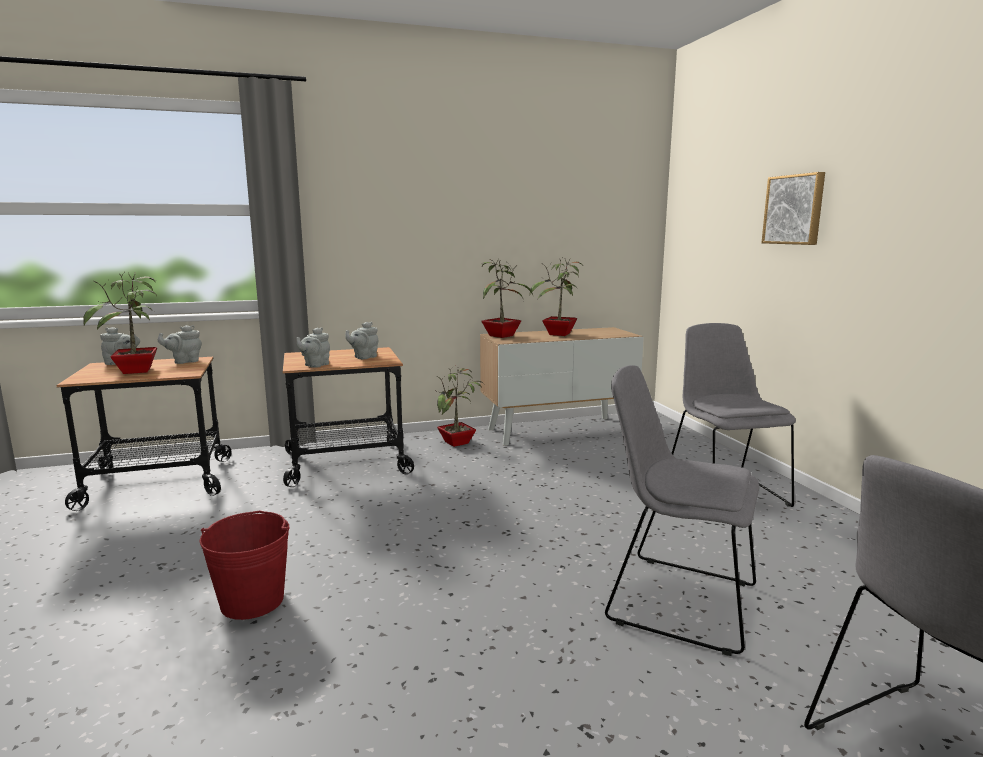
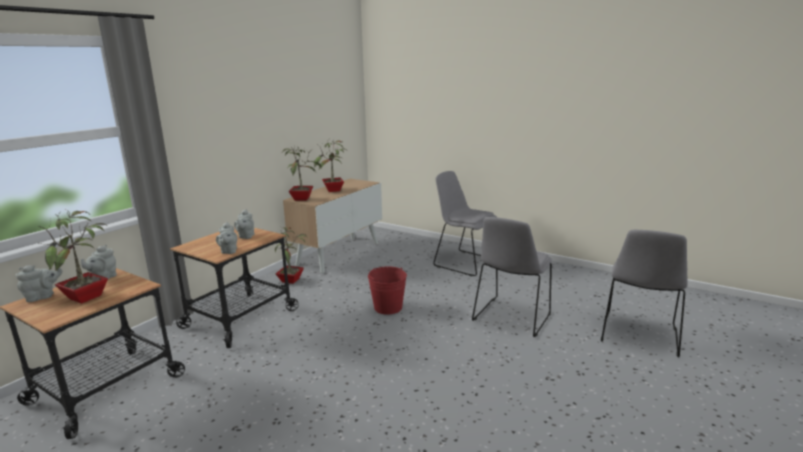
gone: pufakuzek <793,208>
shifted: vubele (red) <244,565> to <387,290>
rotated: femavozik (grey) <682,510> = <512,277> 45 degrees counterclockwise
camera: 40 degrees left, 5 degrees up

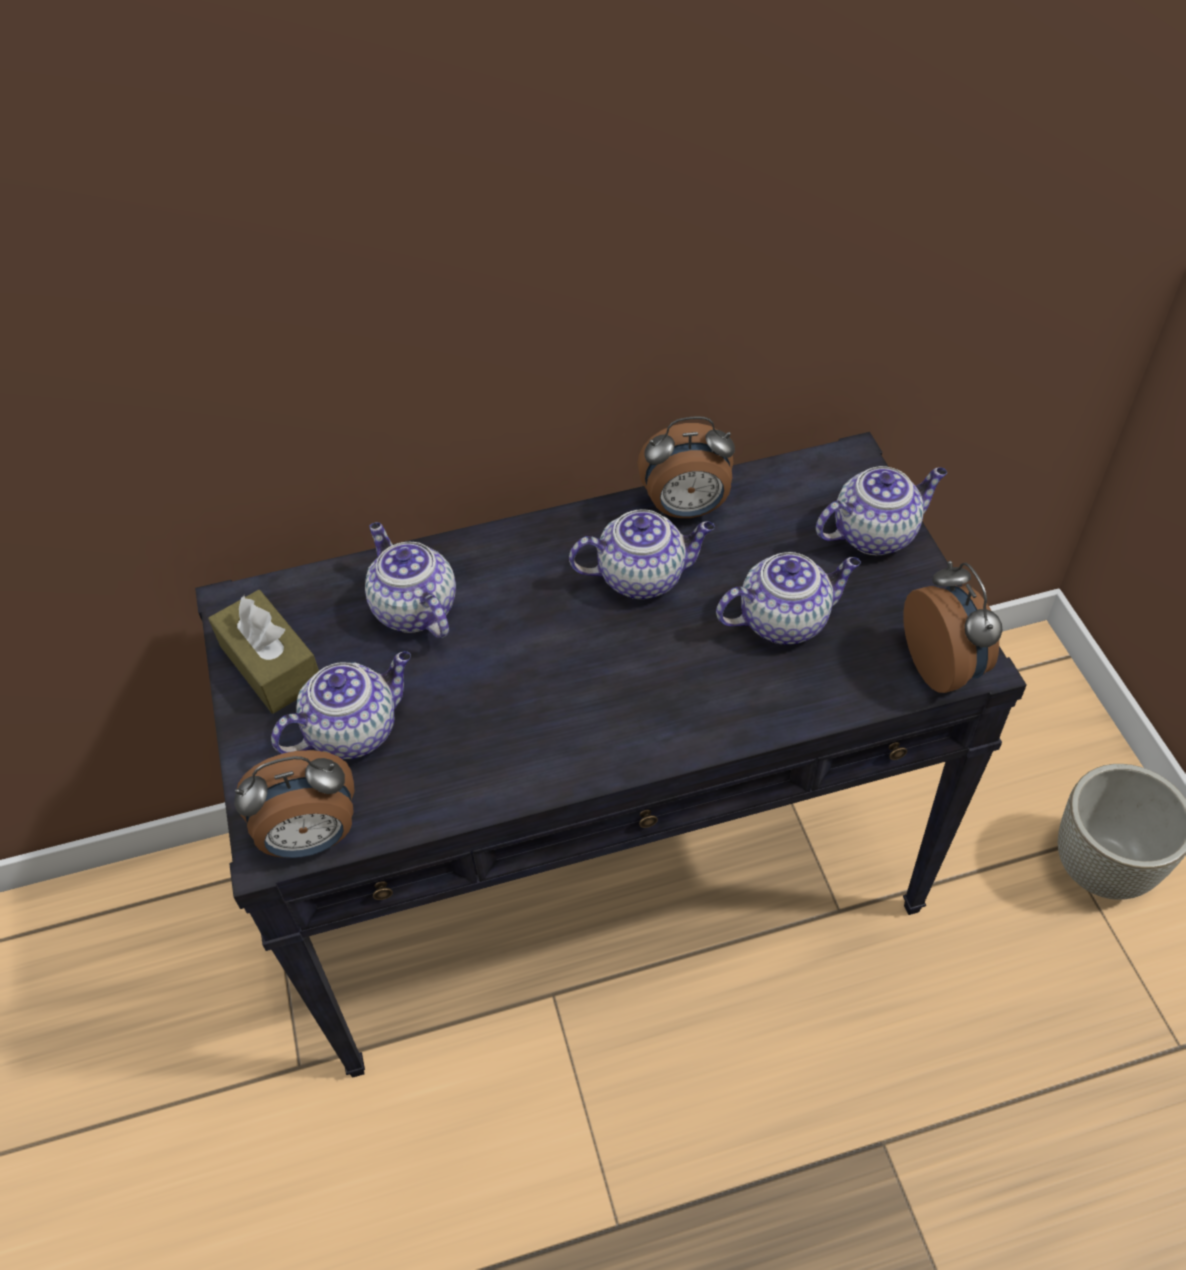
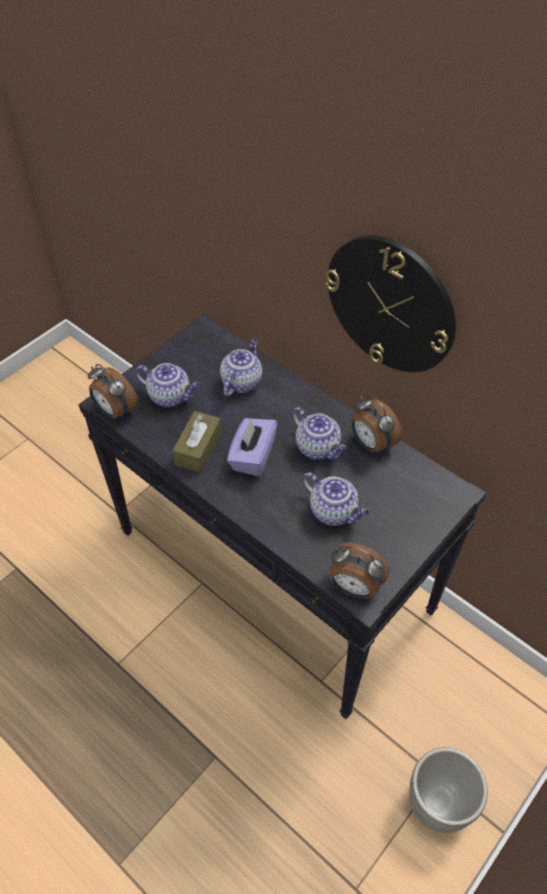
gone: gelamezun <881,510>
new: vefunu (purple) <252,447>; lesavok <390,303>
shifted: vefunu (brown) <263,652> to <197,442>
rotated: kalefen <952,627> = <359,571> 75 degrees clockwise
camera: 55 degrees right, 0 degrees up

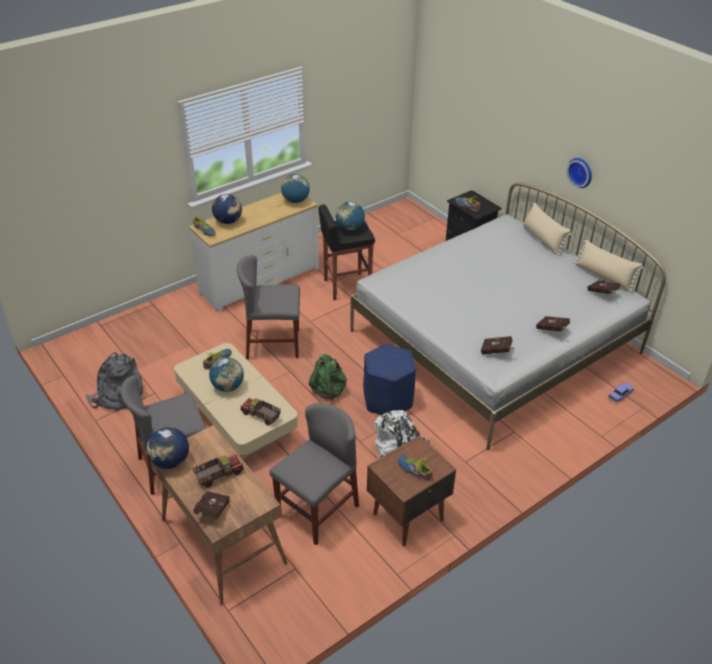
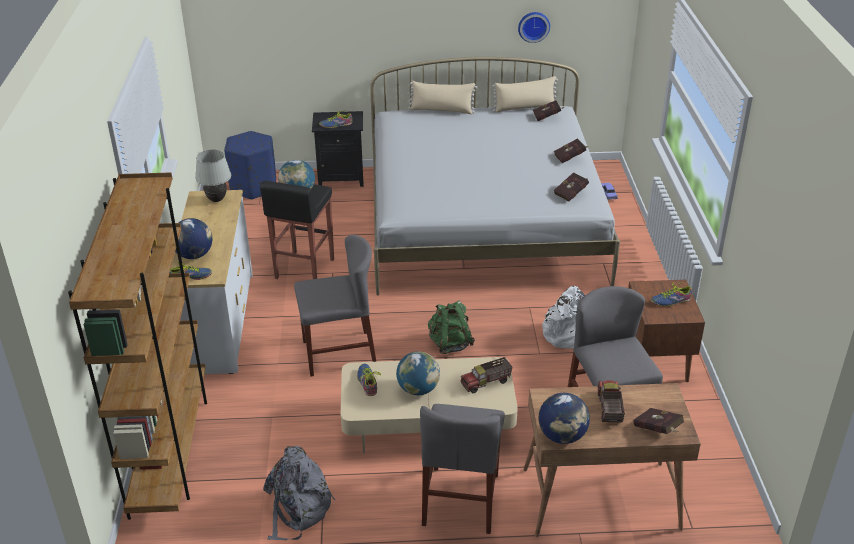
new: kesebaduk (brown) <137,346>
shifted: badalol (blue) <389,379> to <250,165>; lesavok <579,173> to <534,27>
swapped: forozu <295,188> to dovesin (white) <213,175>
rotated: femavozik (grey) <268,307> = <335,306> 135 degrees counterclockwise
camera: 55 degrees left, 5 degrees down

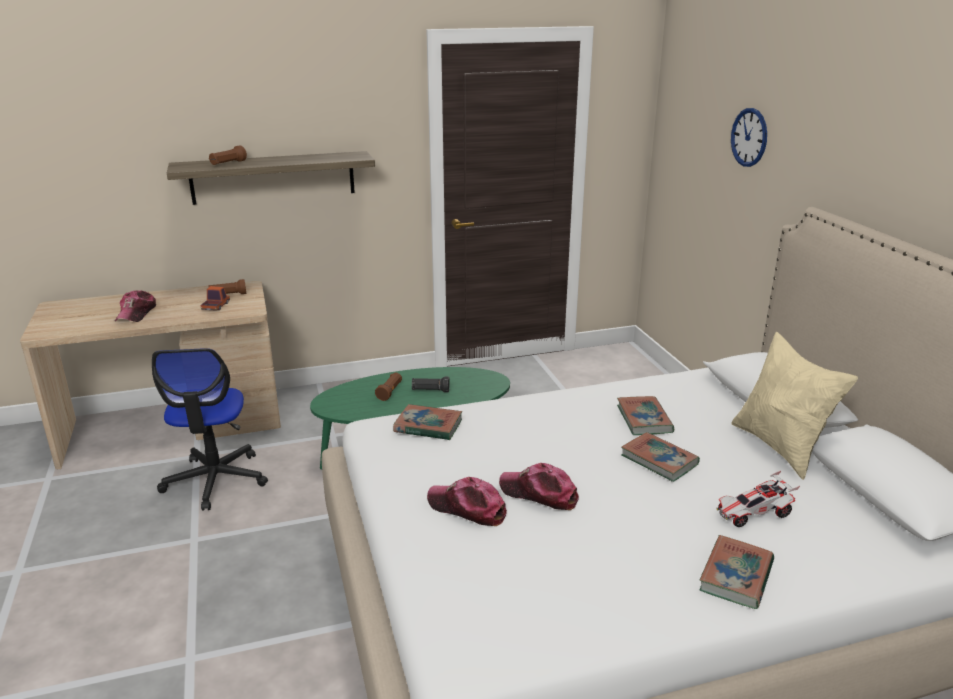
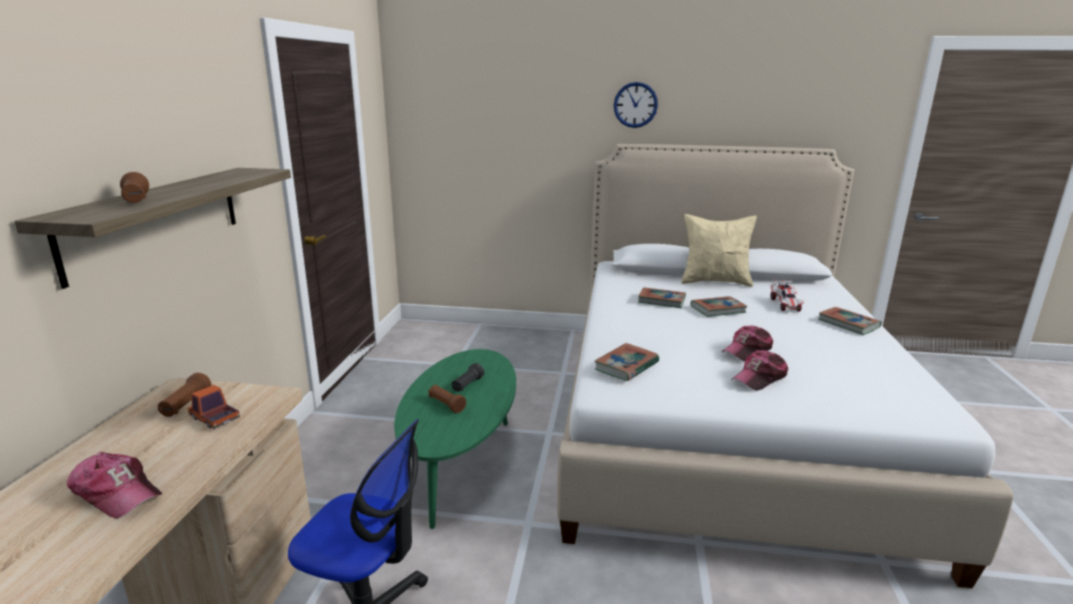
shifted: lesavok <749,137> to <636,105>
camera: 65 degrees left, 5 degrees down

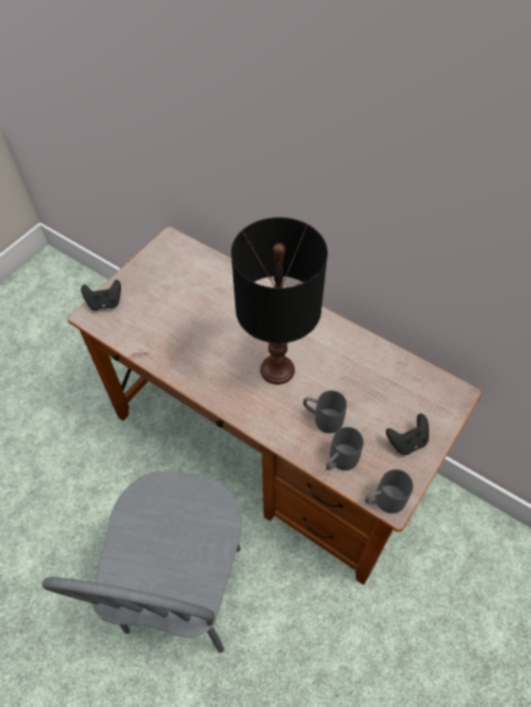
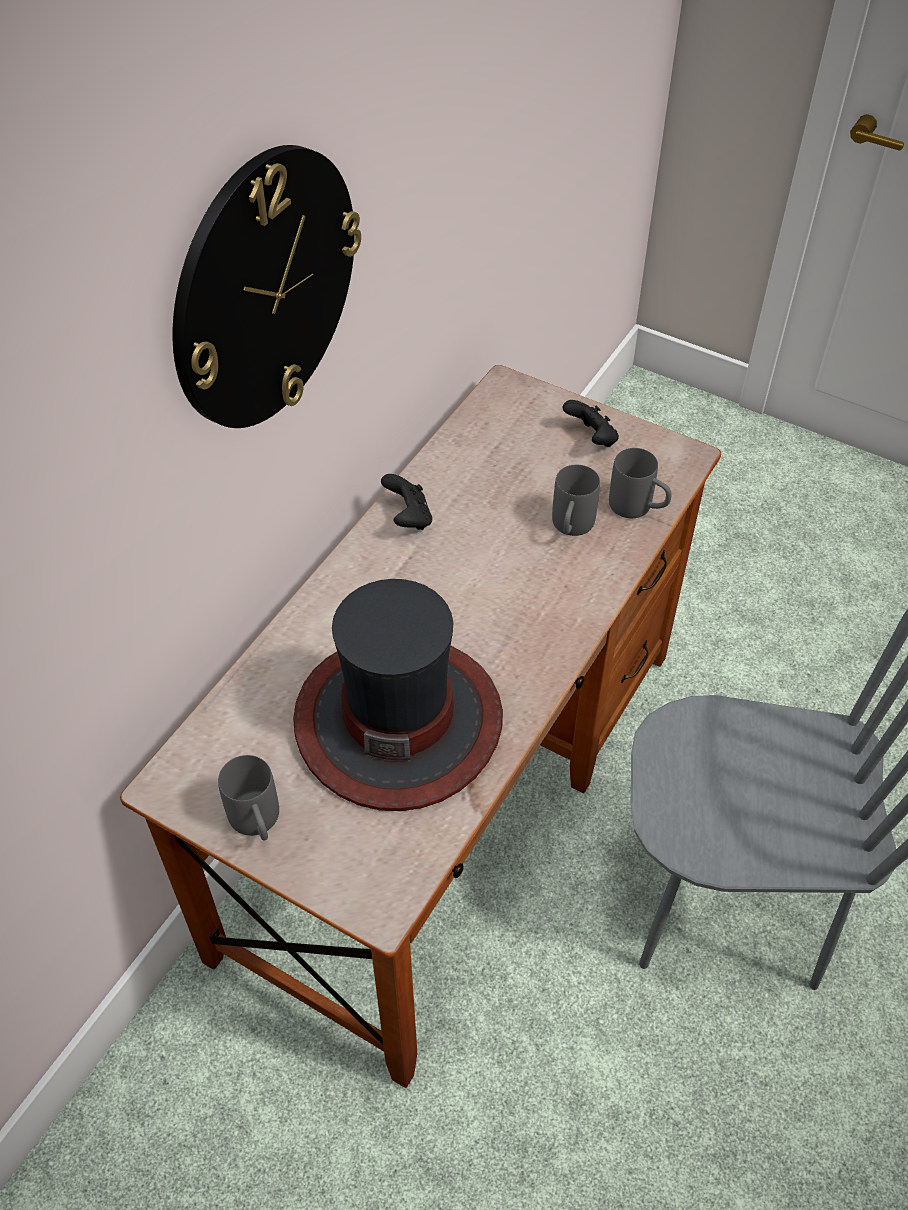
gone: dovesin (black) <279,301>
new: lesavok <267,286>; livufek <398,695>
shifted: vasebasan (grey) <389,491> to <248,798>; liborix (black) <101,295> to <406,502>
camera: 95 degrees left, 5 degrees down

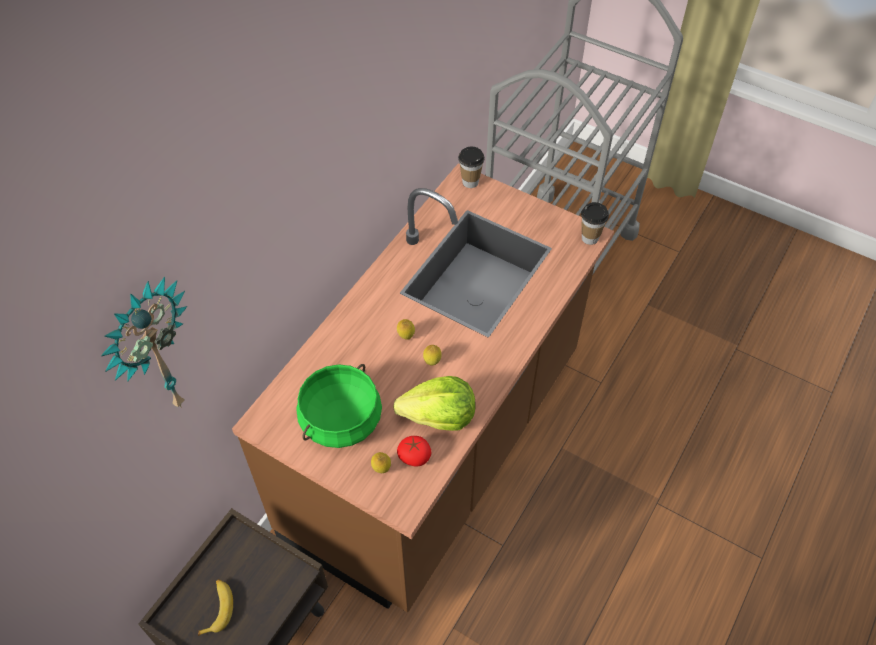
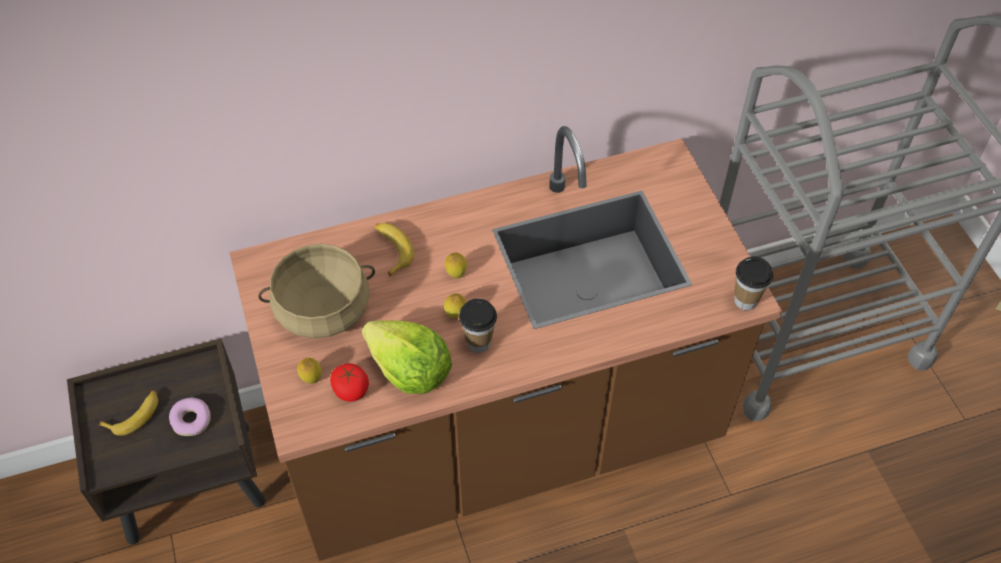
gone: lesavok <144,342>
new: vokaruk <190,417>; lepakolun <394,250>
shifted: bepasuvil <471,167> to <478,326>
repainted: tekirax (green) <339,406> to tekirax (beige) <316,291>
camera: 40 degrees right, 0 degrees up

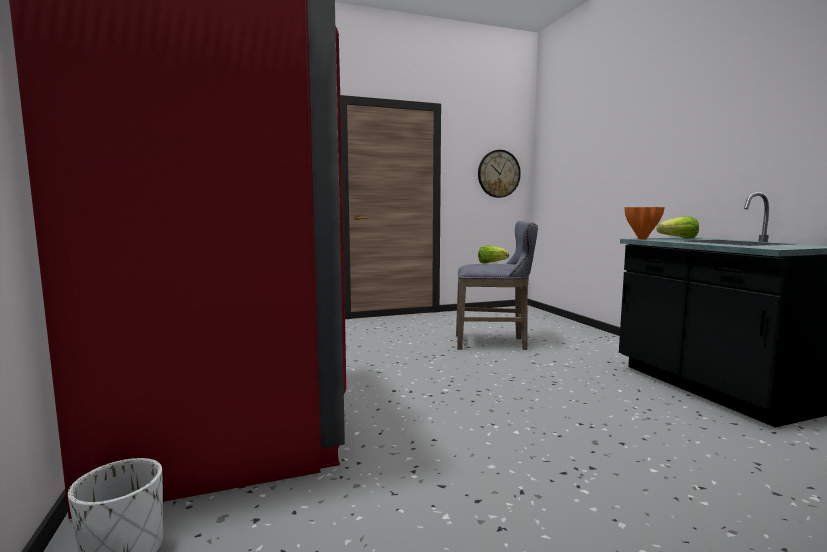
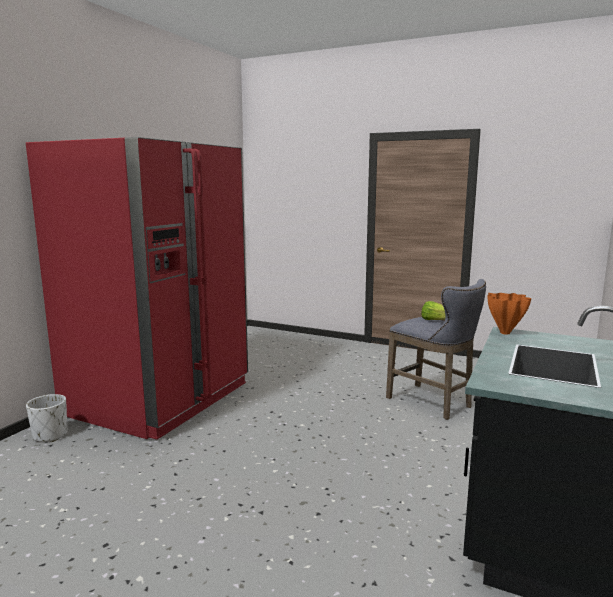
gone: lesavok <499,174>; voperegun <678,227>
camera: 45 degrees right, 5 degrees up

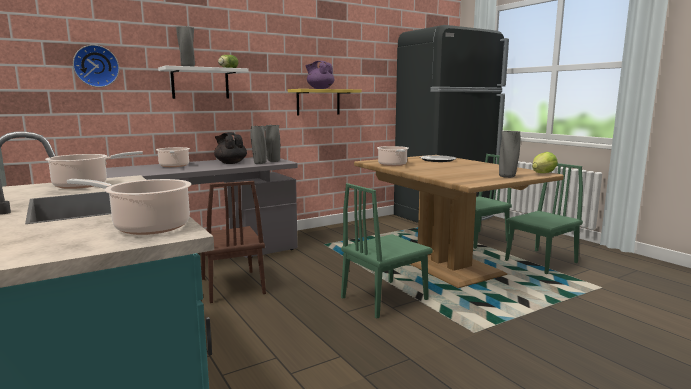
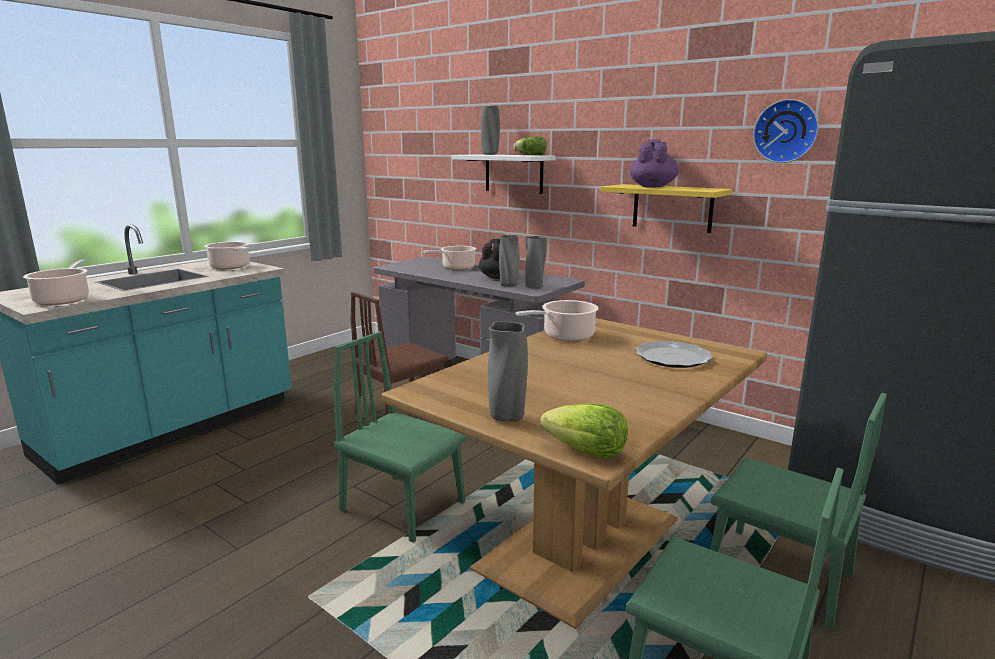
shifted: lesavok <96,66> to <786,131>
camera: 70 degrees right, 5 degrees up

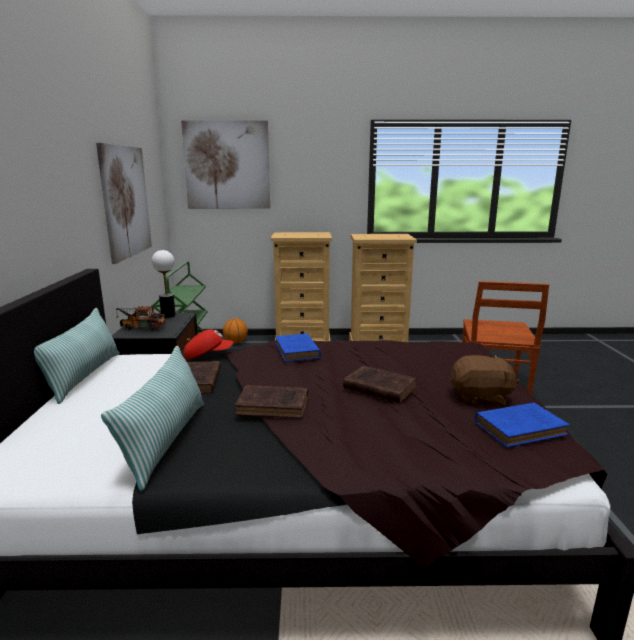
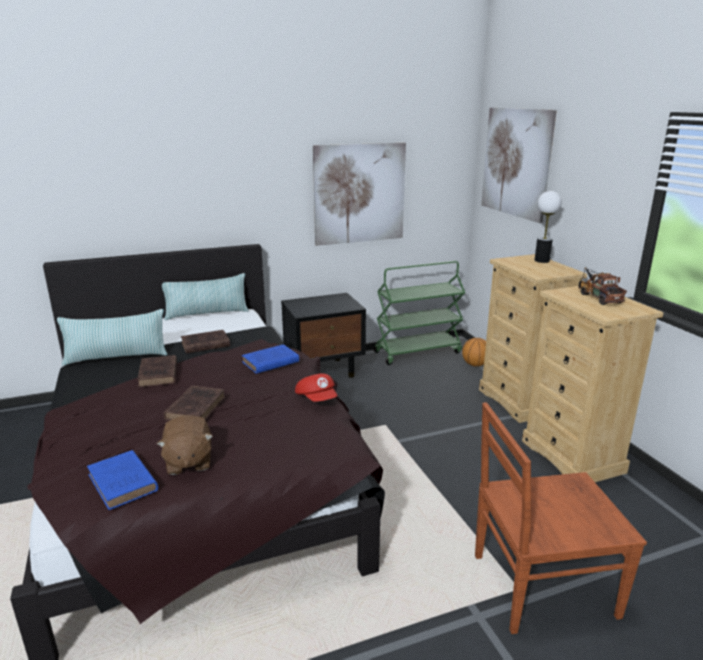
shifted: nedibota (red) <208,344> to <316,387>; dovesin <164,284> to <548,227>; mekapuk <141,318> to <602,286>
camera: 70 degrees right, 5 degrees up

